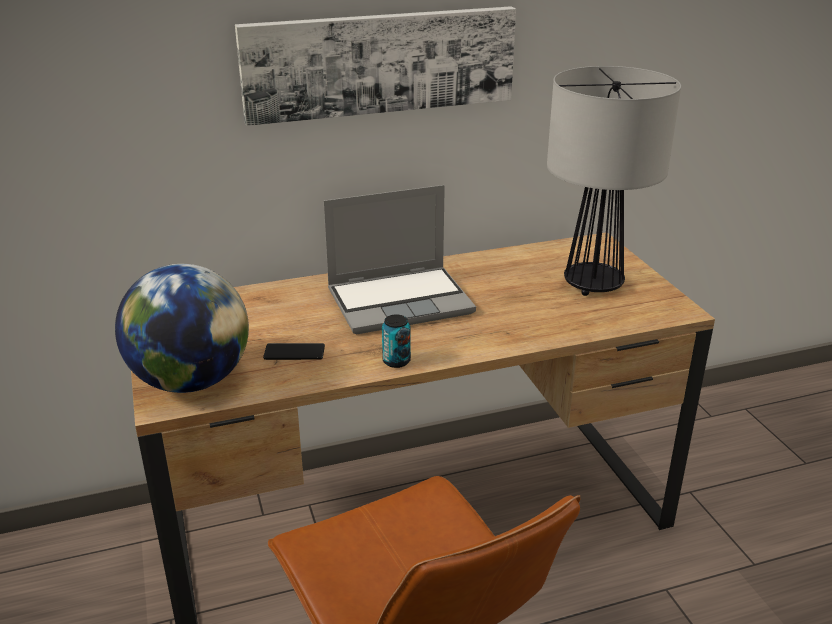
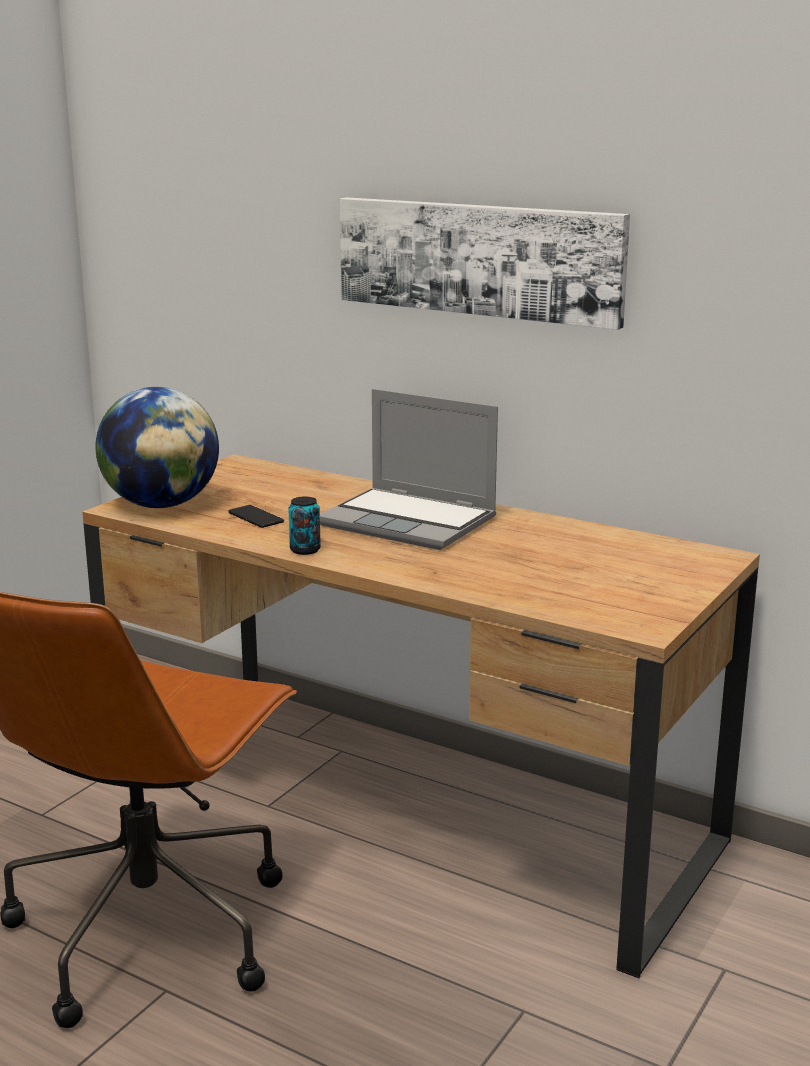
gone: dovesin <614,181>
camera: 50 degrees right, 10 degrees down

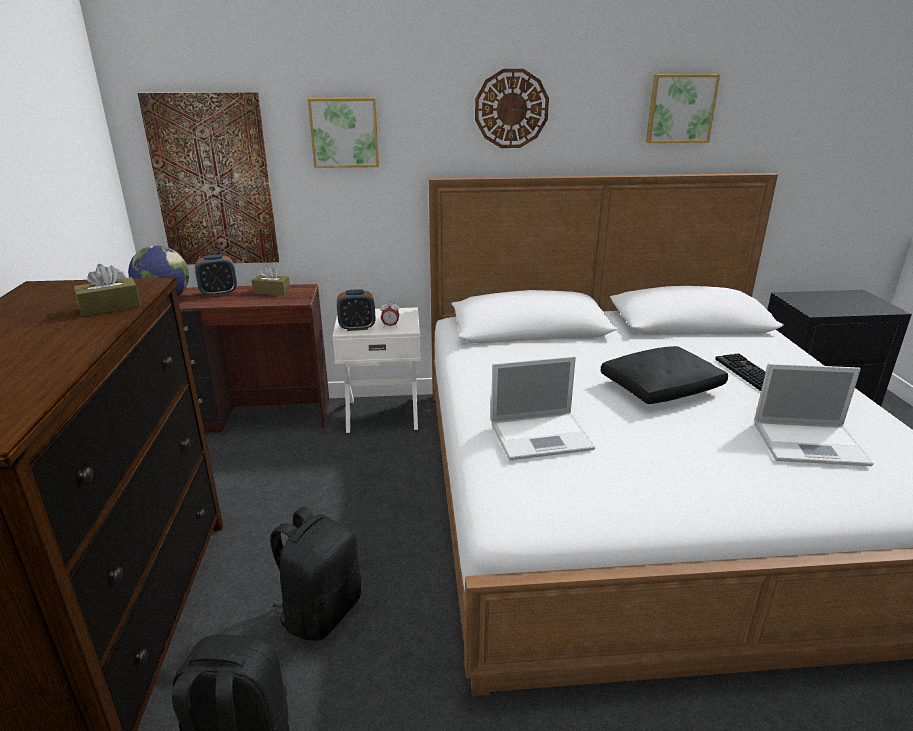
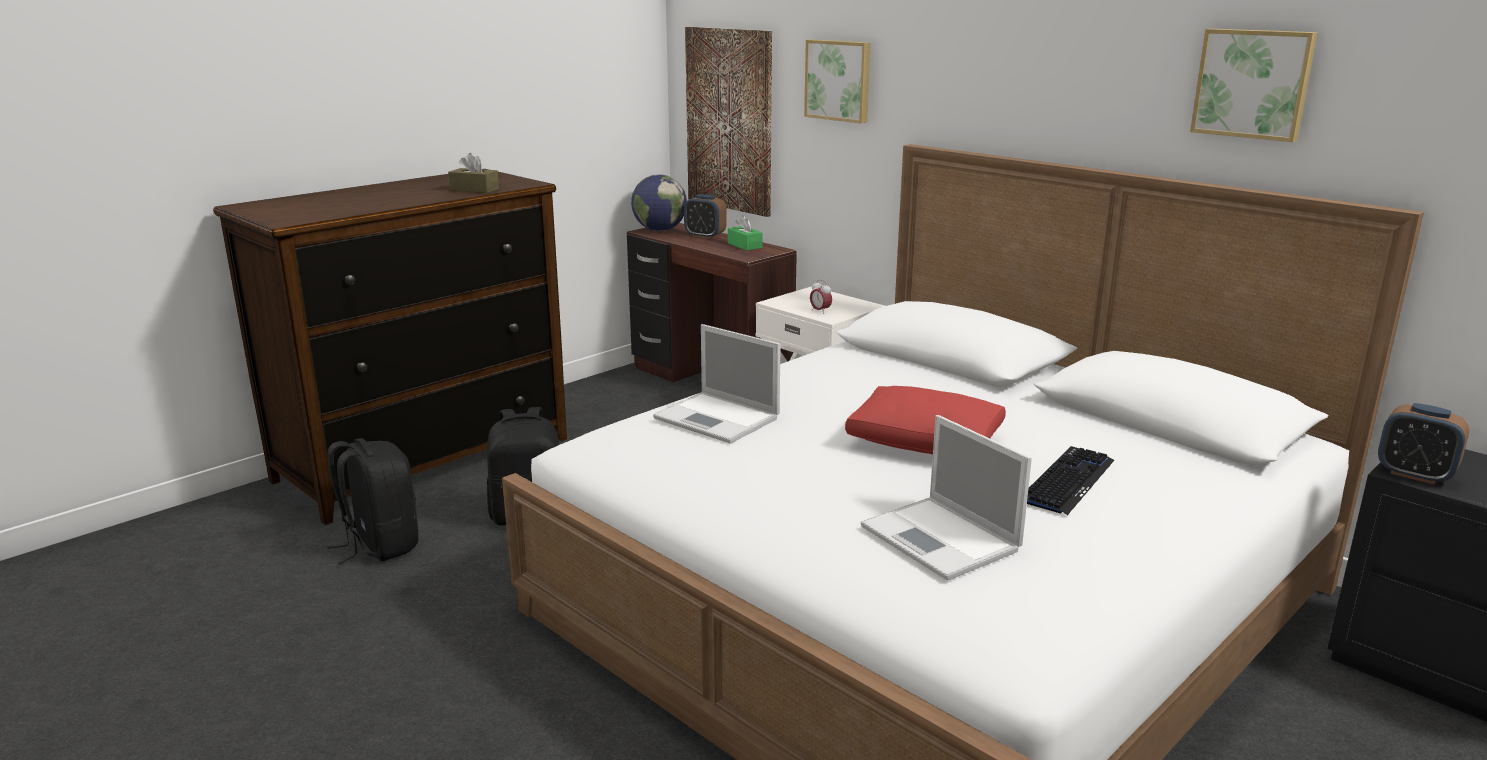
gone: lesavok <512,108>
shifted: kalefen <356,310> to <1423,443>
repainted: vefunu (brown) <270,280> to vefunu (green) <745,233>; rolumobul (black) <664,375> to rolumobul (red) <925,420>
camera: 50 degrees right, 5 degrees down

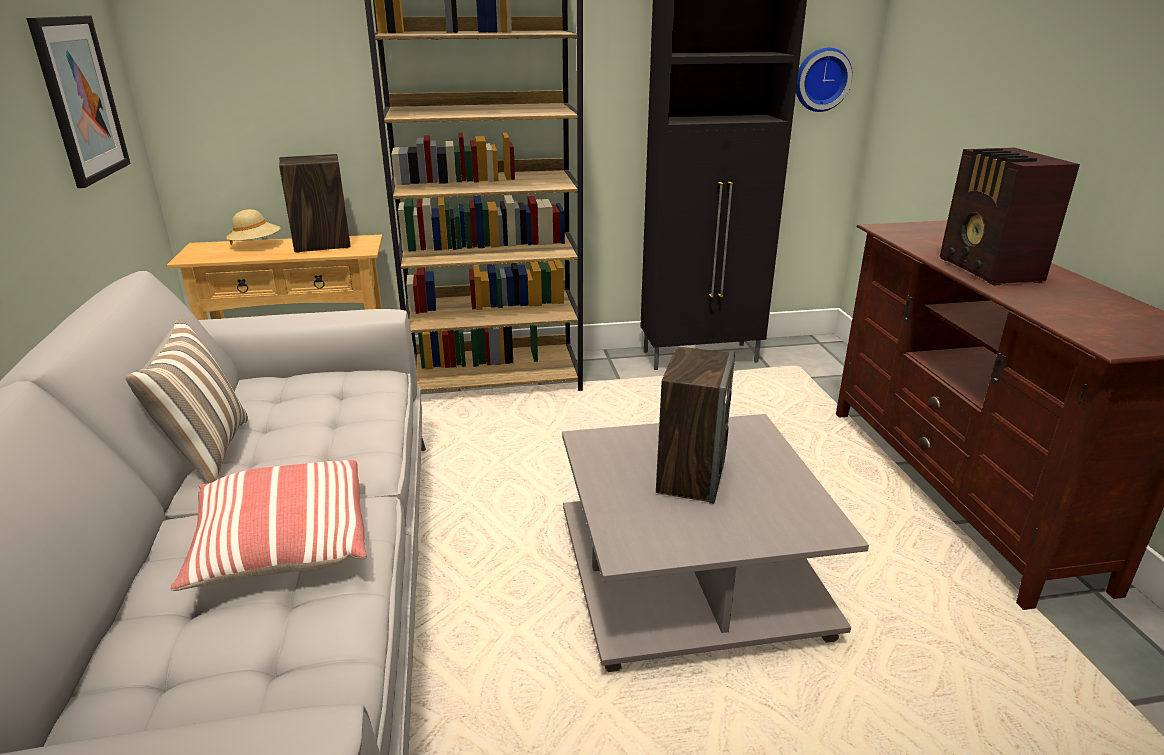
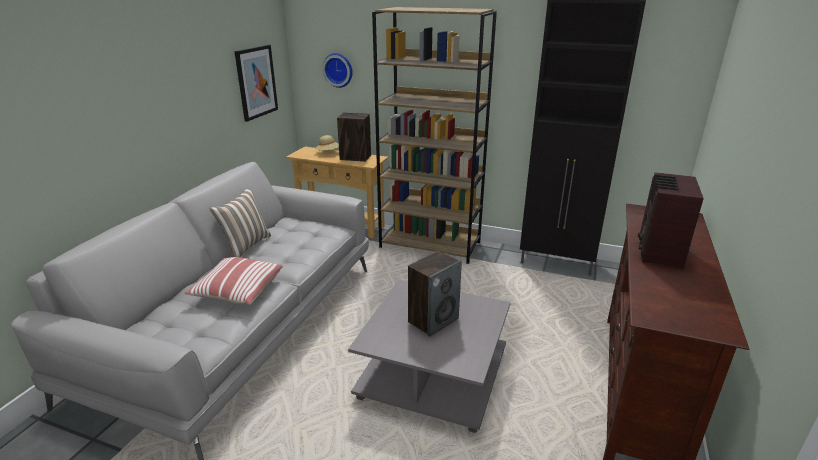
shifted: lesavok <824,80> to <338,70>
camera: 30 degrees right, 0 degrees up

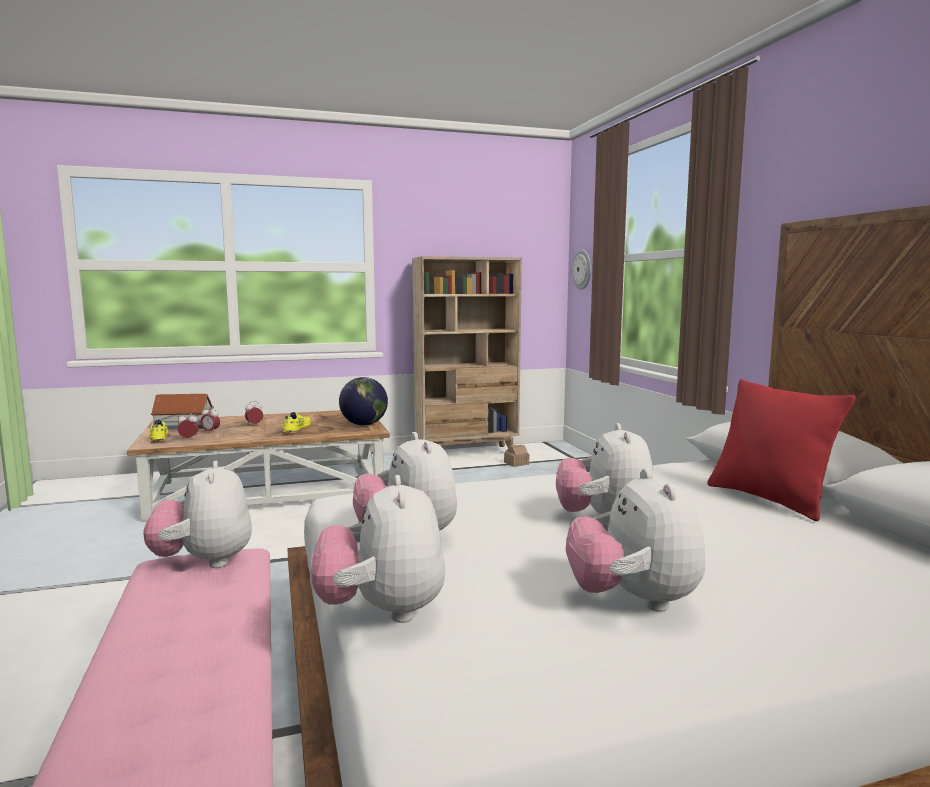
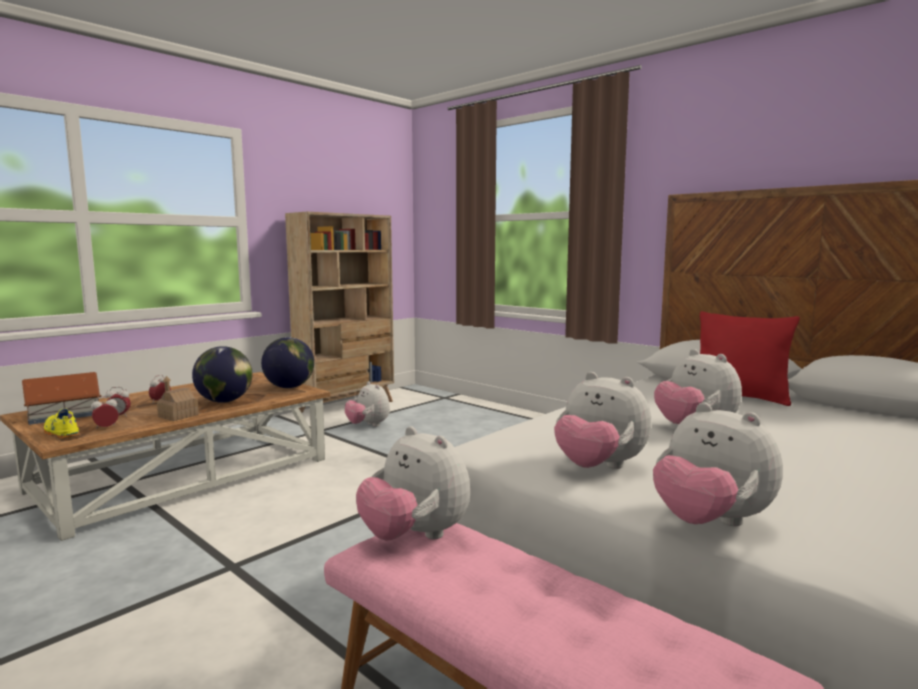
gone: lesavok <581,269>
shifted: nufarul <516,451> to <178,398>; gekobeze <635,540> to <367,404>
swapped: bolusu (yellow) <297,423> to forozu <222,374>
camera: 30 degrees left, 0 degrees up

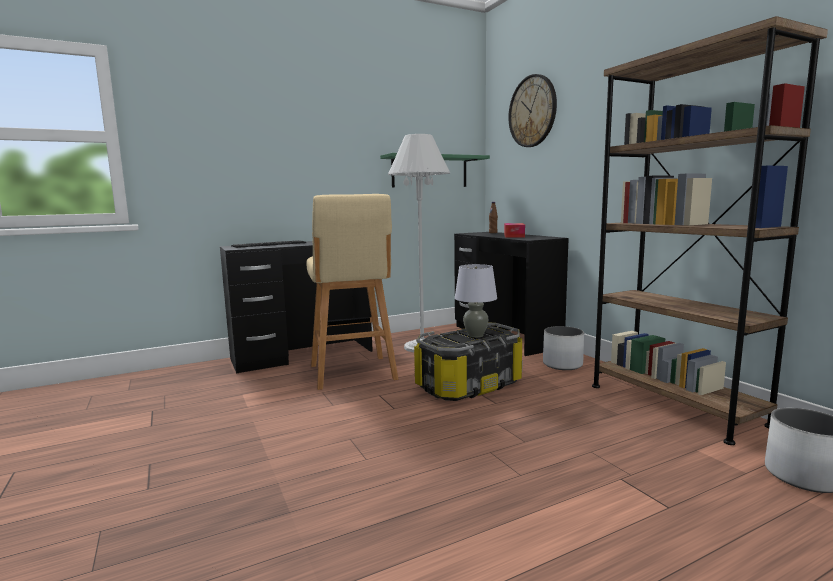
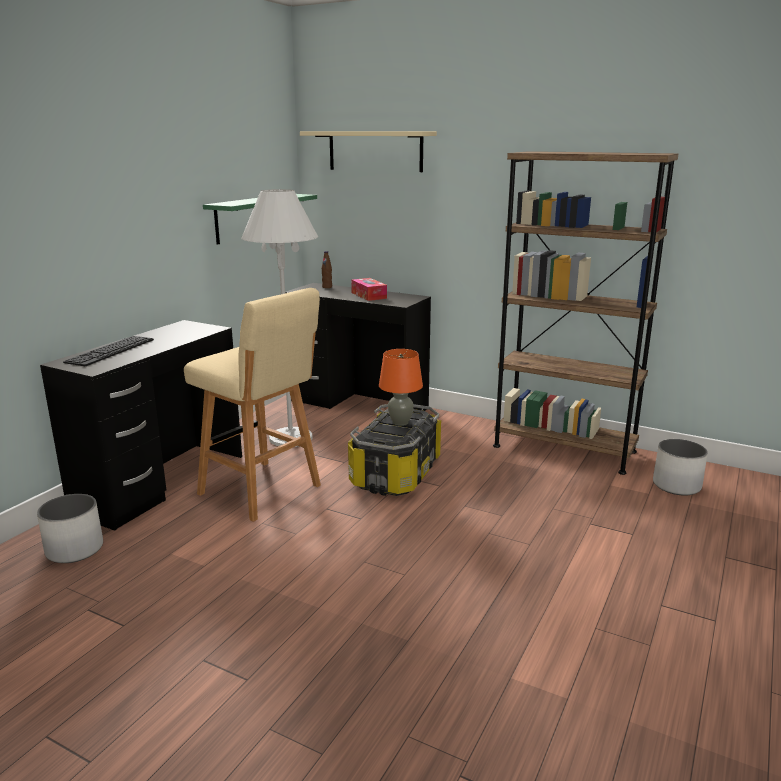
shifted: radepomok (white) <563,348> to <70,528>
swapped: lesavok <532,110> to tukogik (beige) <368,151>
repainted: dovesin (grey) <476,301> to dovesin (orange) <401,387>
camera: 35 degrees left, 10 degrees up

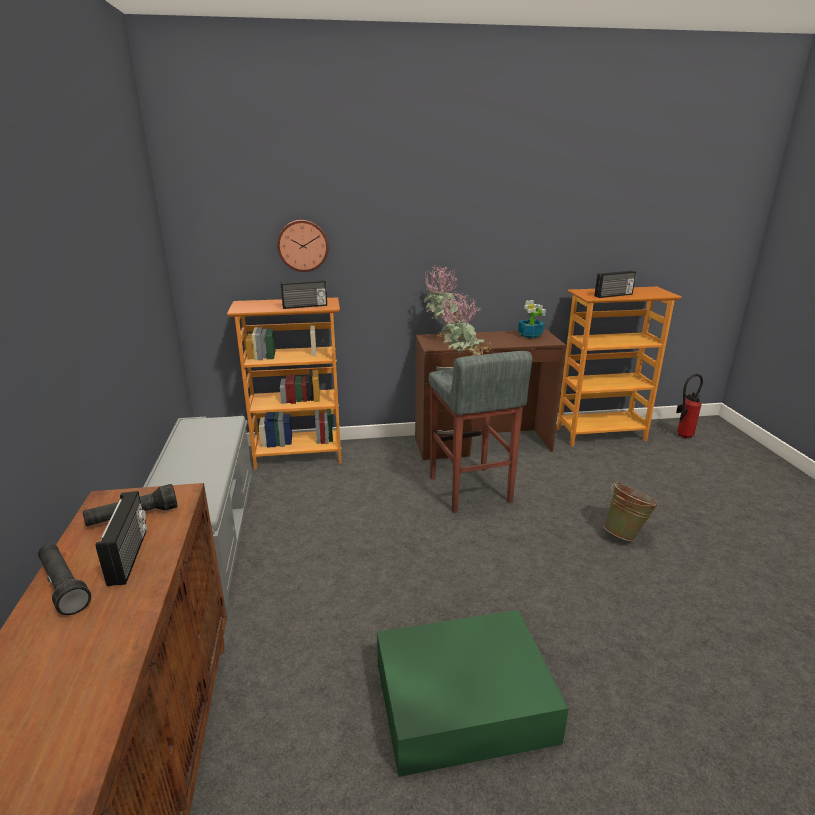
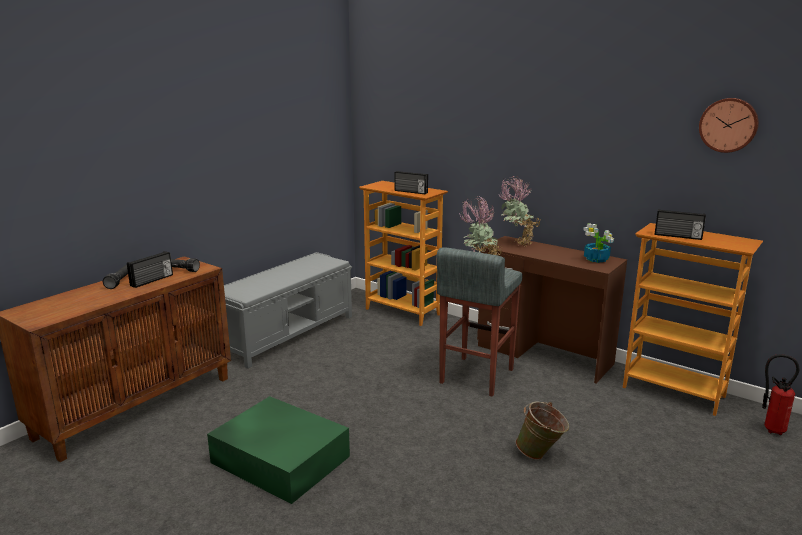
shifted: lesavok <302,246> to <729,125>
camera: 45 degrees right, 5 degrees down

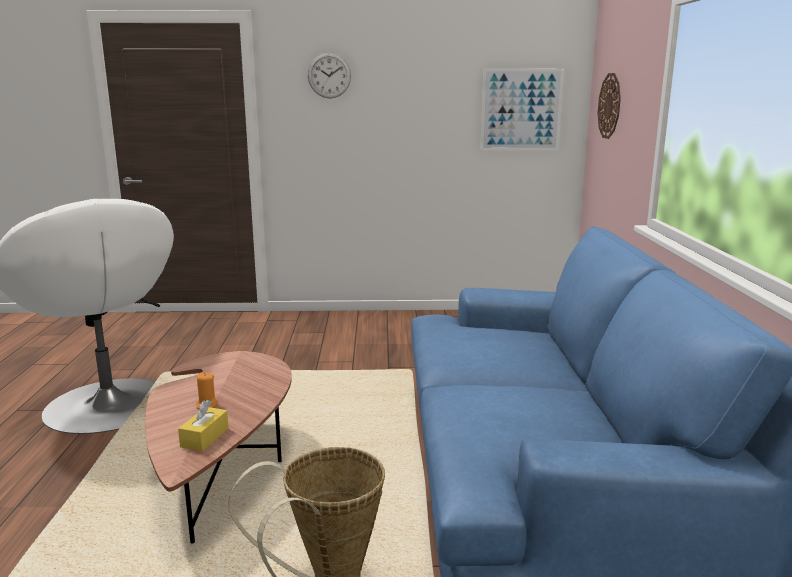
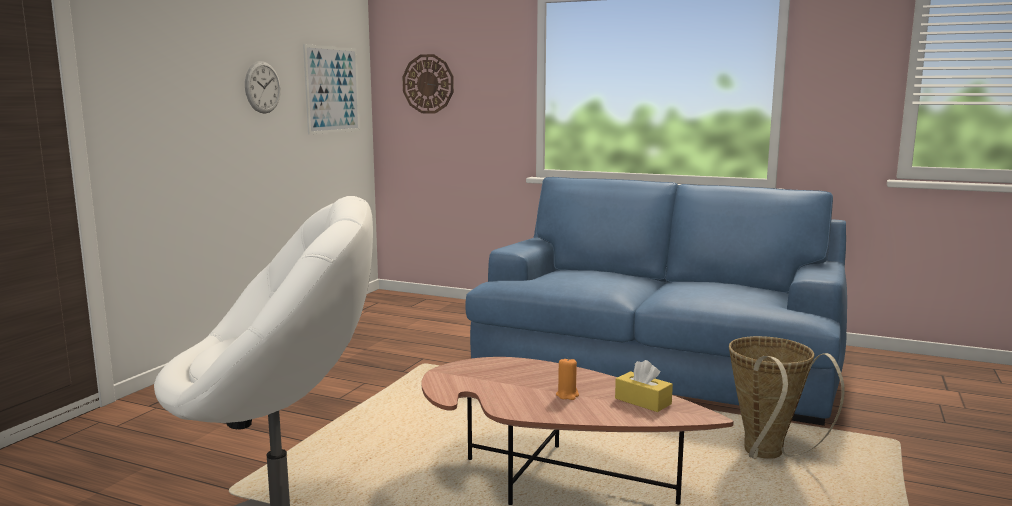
shifted: lesavok <329,75> to <263,87>
camera: 65 degrees left, 5 degrees down

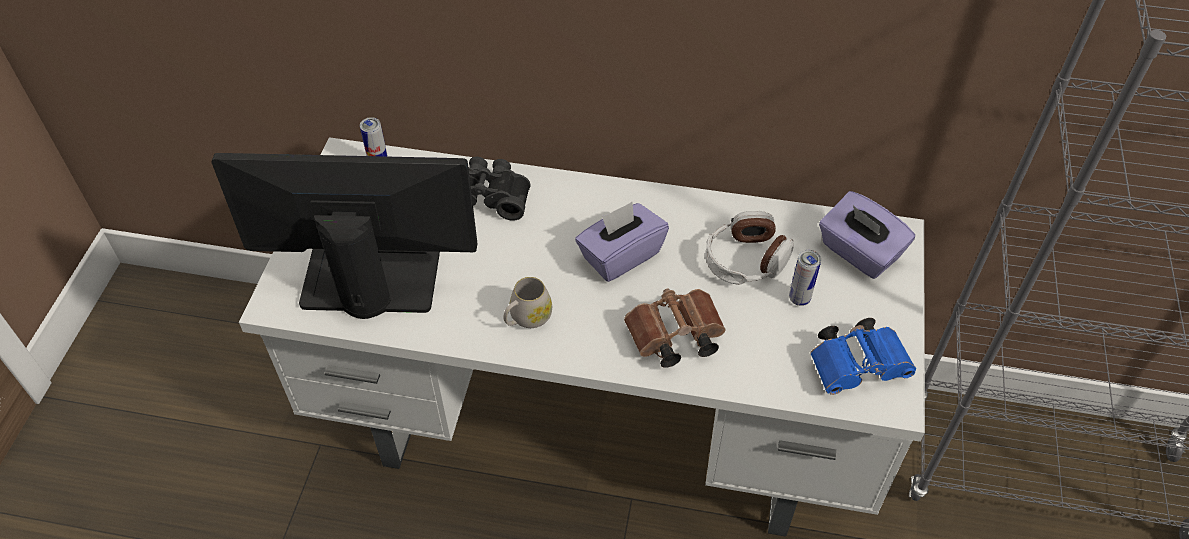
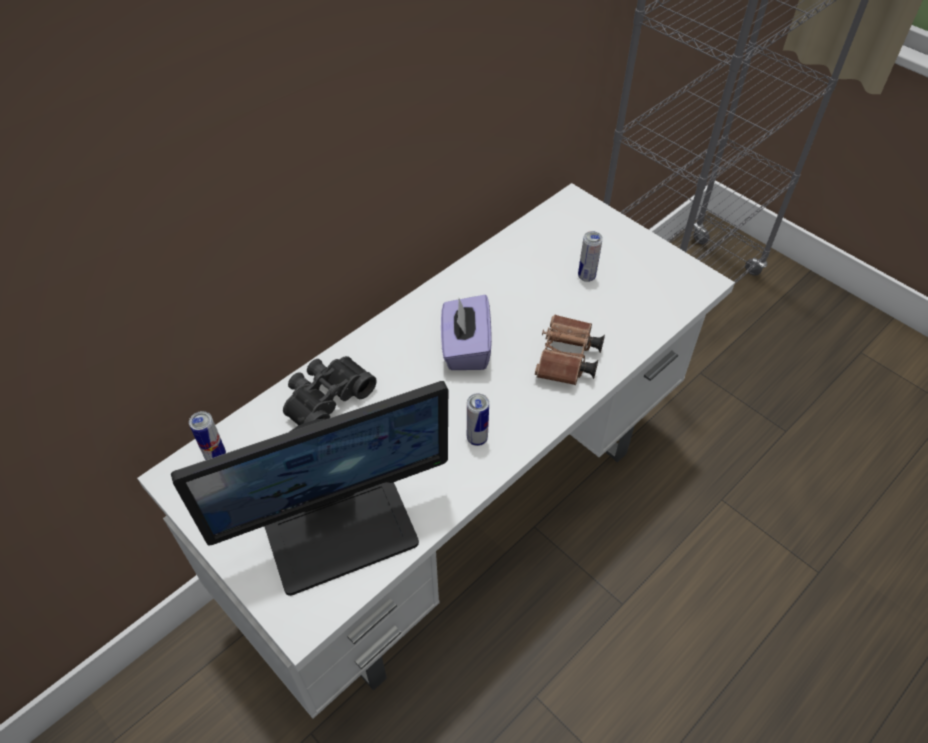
gone: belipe <749,248>; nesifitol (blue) <863,356>; vefunu (purple) <867,235>
swapped: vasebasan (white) <527,302> to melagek <478,419>
rotated: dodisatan <344,236> = <309,488> 150 degrees counterclockwise
camera: 55 degrees left, 0 degrees up

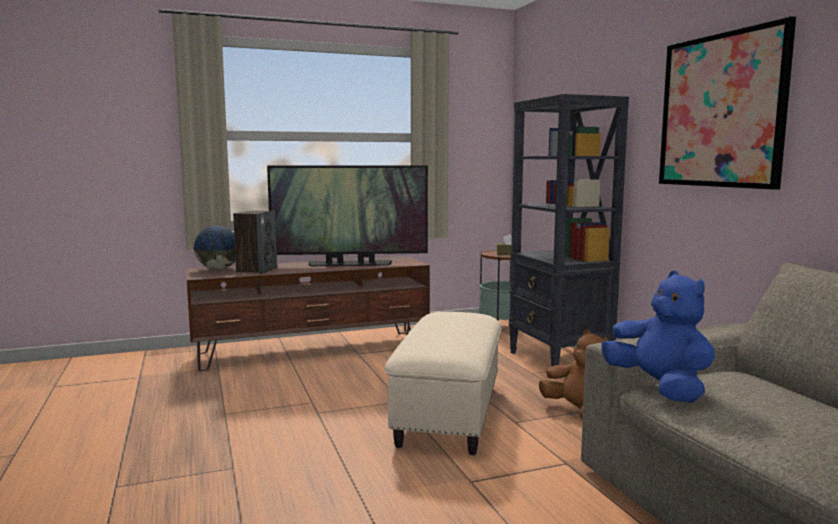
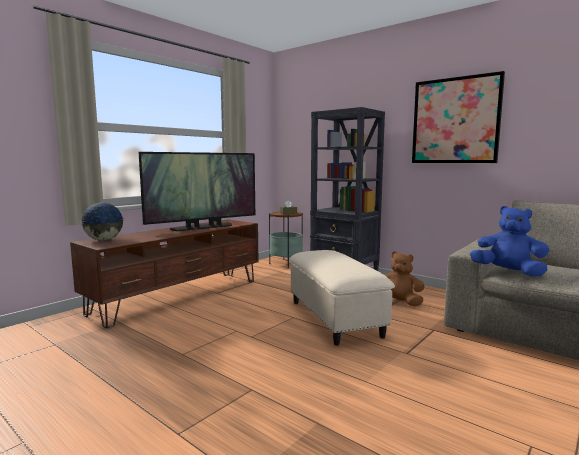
gone: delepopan <255,242>
camera: 30 degrees left, 0 degrees up

